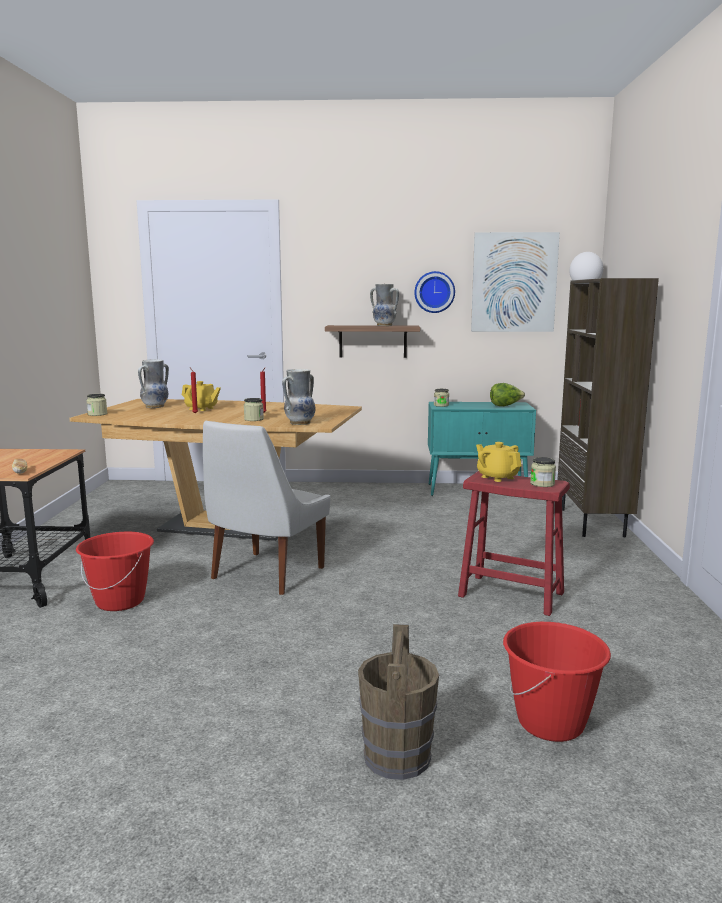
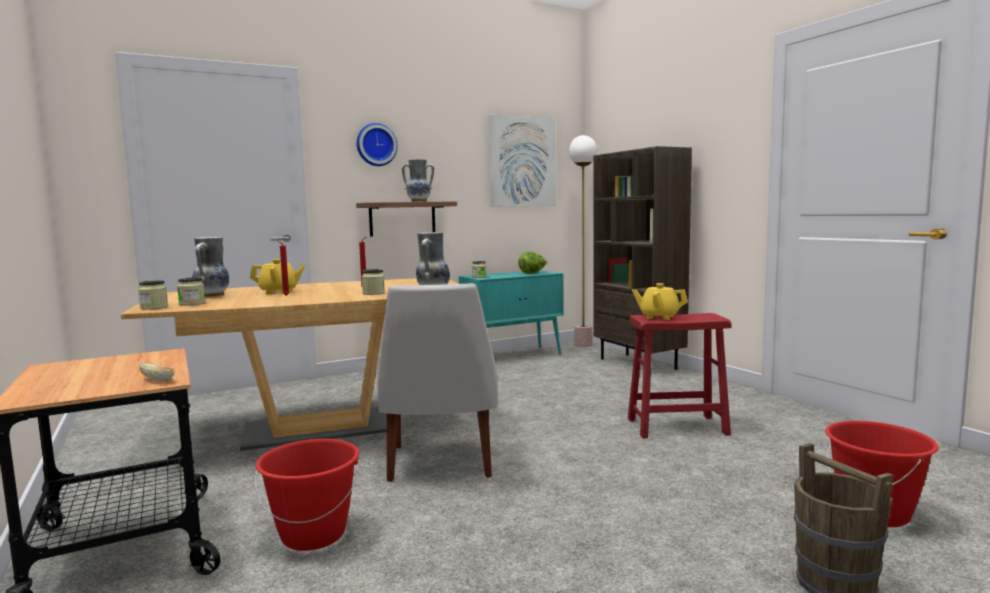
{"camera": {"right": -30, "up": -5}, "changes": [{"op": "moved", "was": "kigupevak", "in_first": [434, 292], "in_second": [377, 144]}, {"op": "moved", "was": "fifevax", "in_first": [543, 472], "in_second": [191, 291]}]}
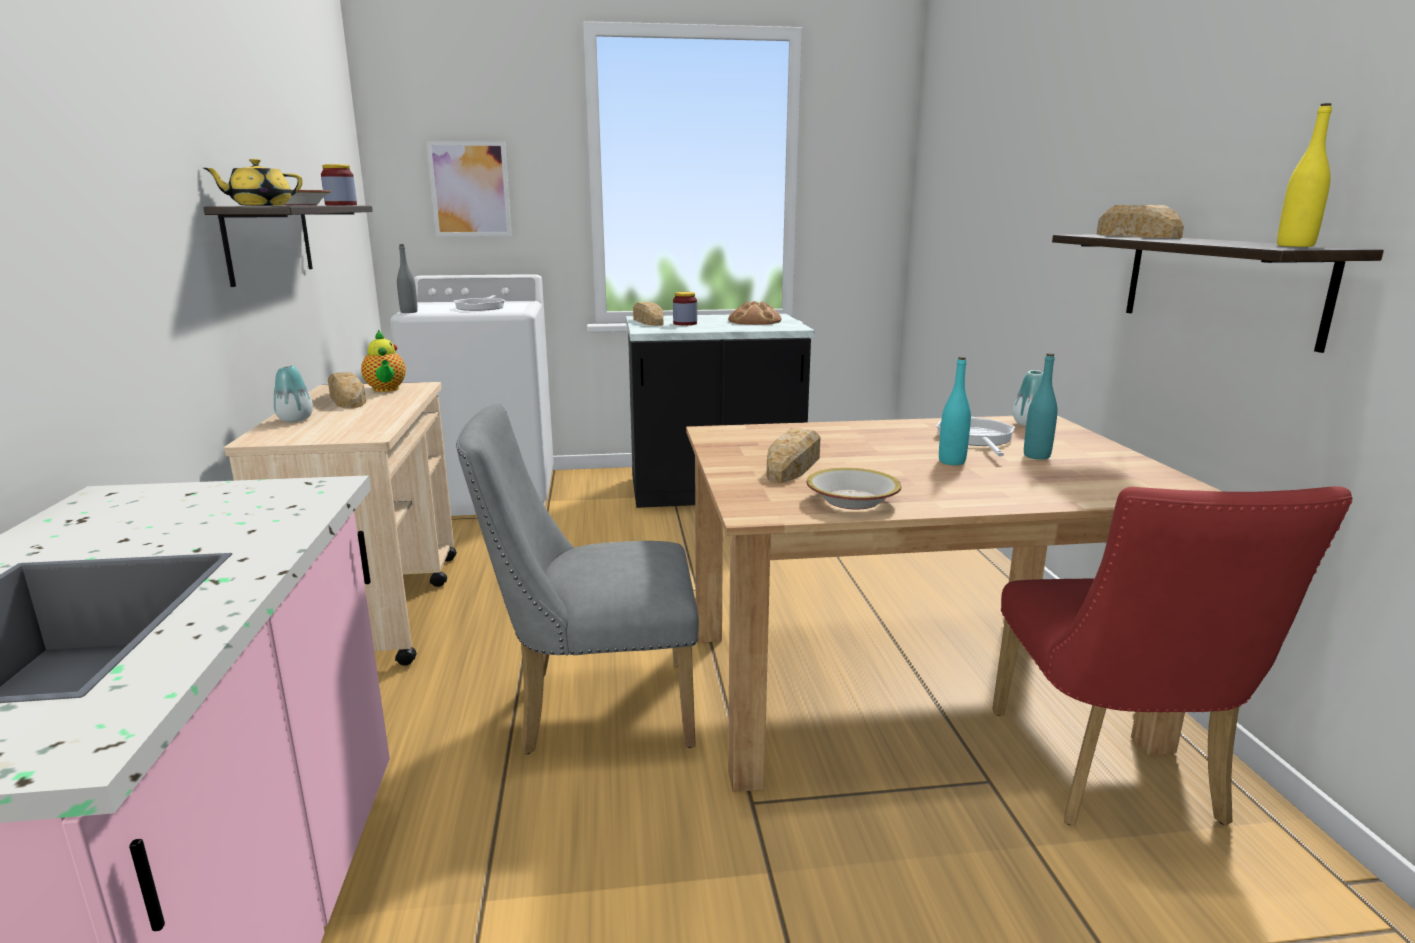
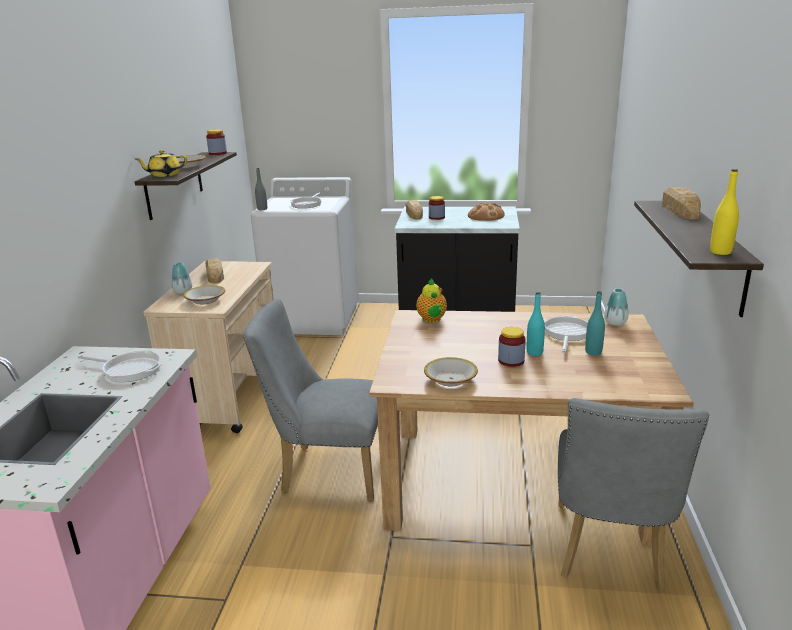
{"camera": {"right": 15, "up": 5}, "changes": [{"op": "moved", "was": "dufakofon", "in_first": [383, 361], "in_second": [431, 300]}, {"op": "removed", "was": "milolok", "in_first": [469, 188]}, {"op": "removed", "was": "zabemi", "in_first": [793, 455]}, {"op": "recoloured", "was": "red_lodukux", "now": "grey_lodukux", "in_first": [1172, 656], "in_second": [633, 495]}, {"op": "added", "now": "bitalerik", "in_second": [120, 366]}, {"op": "added", "now": "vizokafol", "in_second": [204, 294]}, {"op": "added", "now": "fifevax", "in_second": [512, 347]}]}
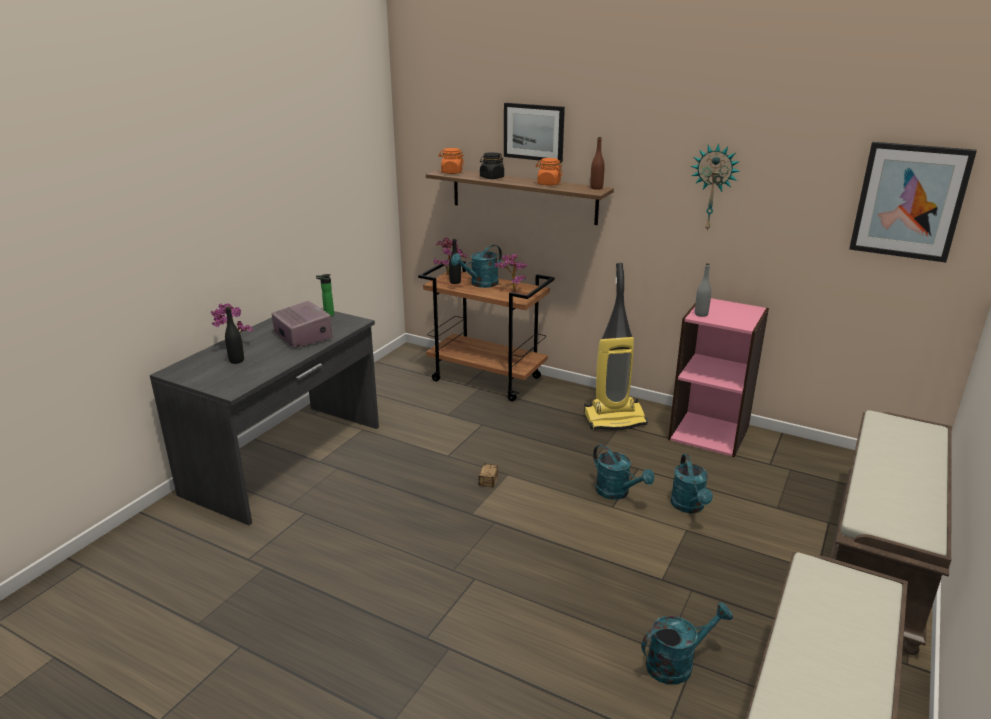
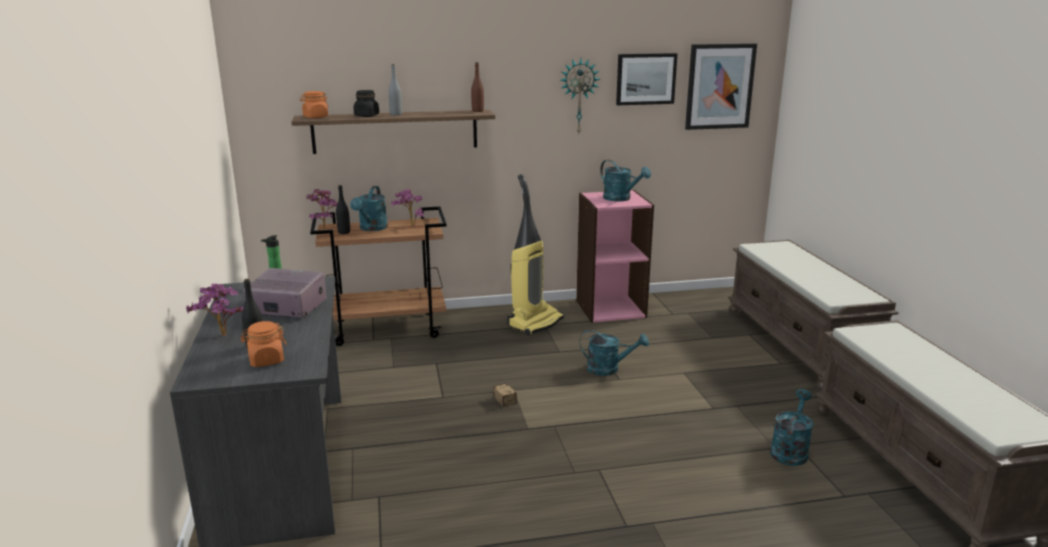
{"camera": {"right": -40, "up": -5}, "changes": [{"op": "moved", "was": "milolok", "in_first": [534, 133], "in_second": [646, 79]}, {"op": "moved", "was": "orange_fifevax", "in_first": [549, 172], "in_second": [263, 344]}, {"op": "moved", "was": "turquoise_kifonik", "in_first": [692, 483], "in_second": [625, 180]}, {"op": "moved", "was": "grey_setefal", "in_first": [703, 290], "in_second": [395, 89]}]}
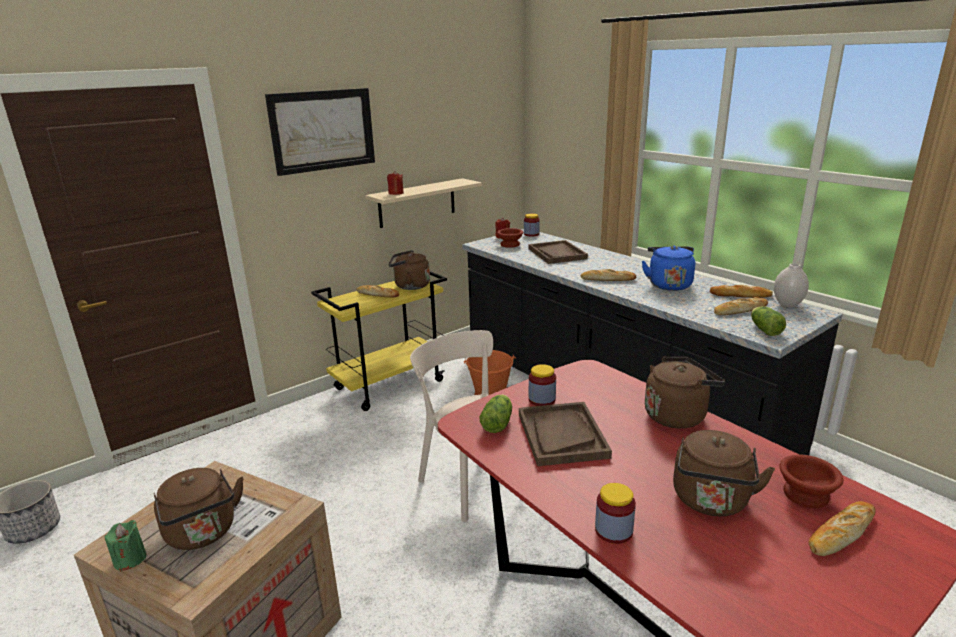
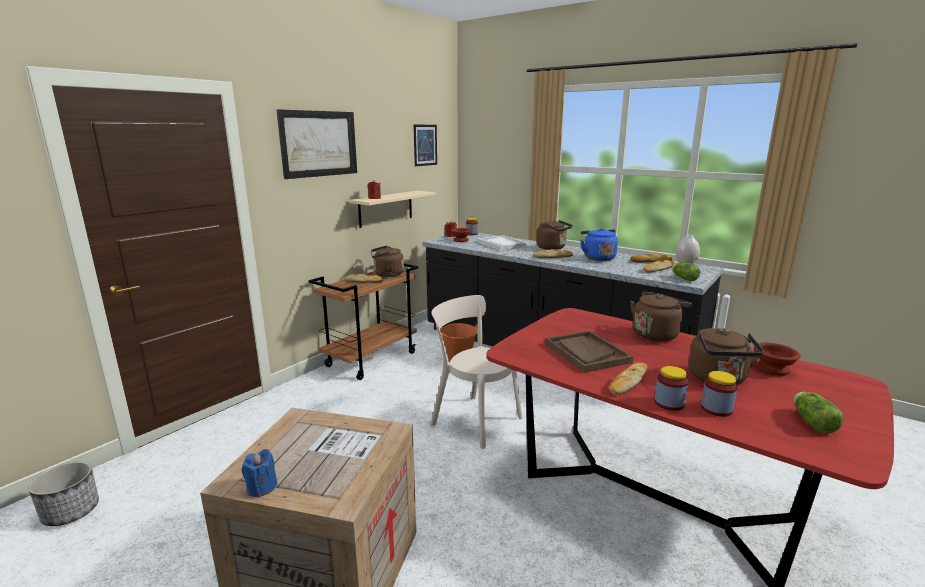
{"camera": {"right": -15, "up": -5}, "changes": [{"op": "recoloured", "was": "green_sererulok", "now": "blue_sererulok", "in_first": [126, 546], "in_second": [260, 473]}, {"op": "moved", "was": "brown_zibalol", "in_first": [198, 509], "in_second": [555, 235]}, {"op": "recoloured", "was": "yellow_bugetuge", "now": "brown_bugetuge", "in_first": [379, 341], "in_second": [363, 321]}, {"op": "moved", "was": "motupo", "in_first": [496, 414], "in_second": [819, 412]}, {"op": "recoloured", "was": "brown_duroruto", "now": "white_duroruto", "in_first": [558, 252], "in_second": [502, 242]}, {"op": "moved", "was": "fifevax", "in_first": [542, 385], "in_second": [719, 394]}, {"op": "moved", "was": "zabemi", "in_first": [841, 528], "in_second": [628, 378]}, {"op": "added", "now": "milolok", "in_second": [425, 145]}]}
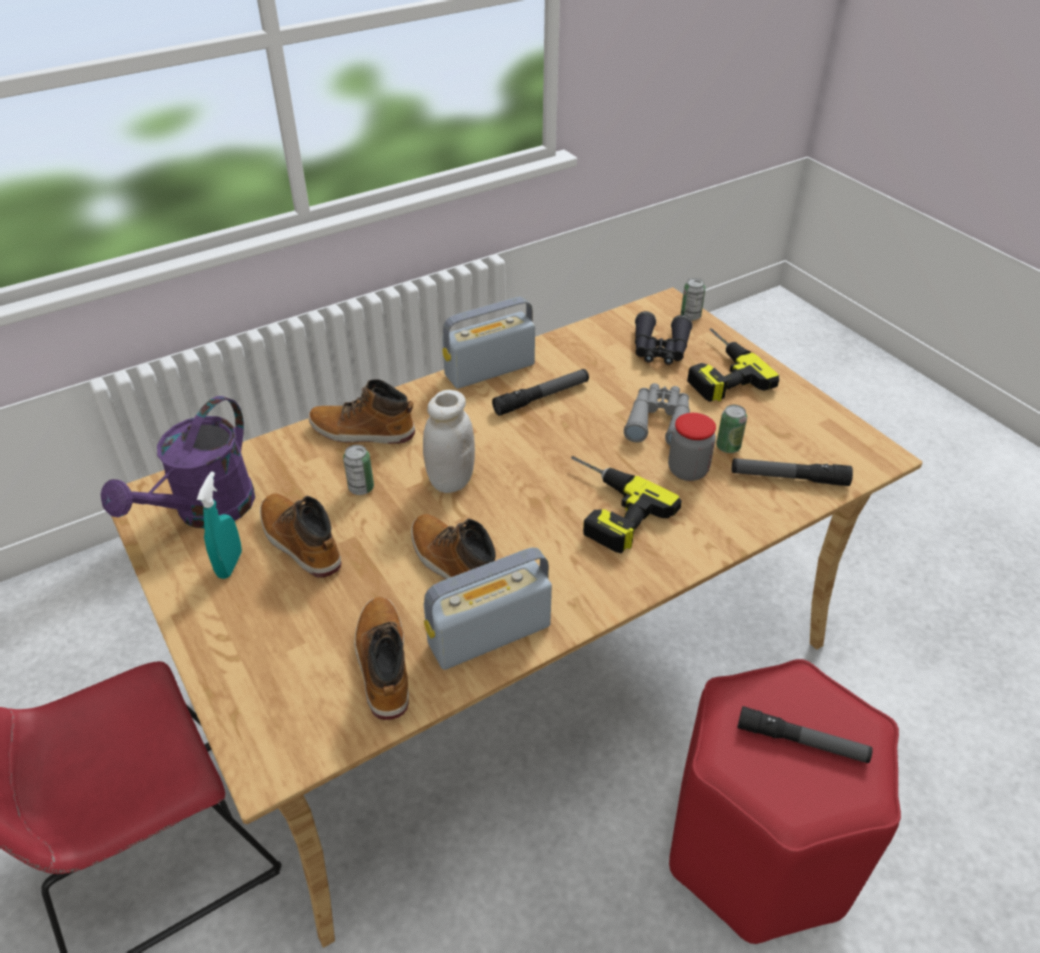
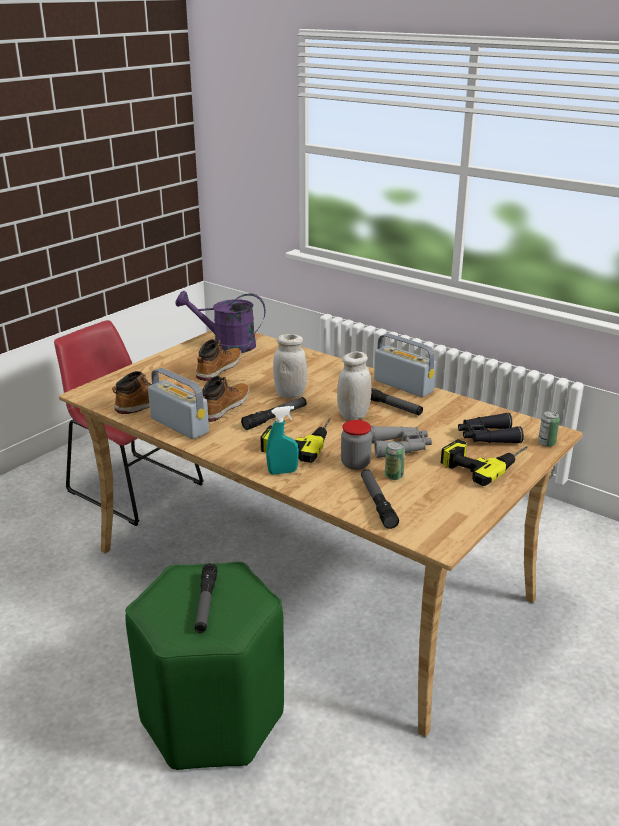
{"camera": {"right": 70, "up": -15}, "changes": [{"op": "moved", "was": "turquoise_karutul", "in_first": [219, 525], "in_second": [282, 440]}, {"op": "removed", "was": "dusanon", "in_first": [362, 411]}, {"op": "removed", "was": "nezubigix", "in_first": [358, 470]}, {"op": "recoloured", "was": "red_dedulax", "now": "green_dedulax", "in_first": [785, 801], "in_second": [204, 666]}, {"op": "added", "now": "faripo", "in_second": [274, 413]}, {"op": "added", "now": "white_fifevax", "in_second": [354, 385]}]}
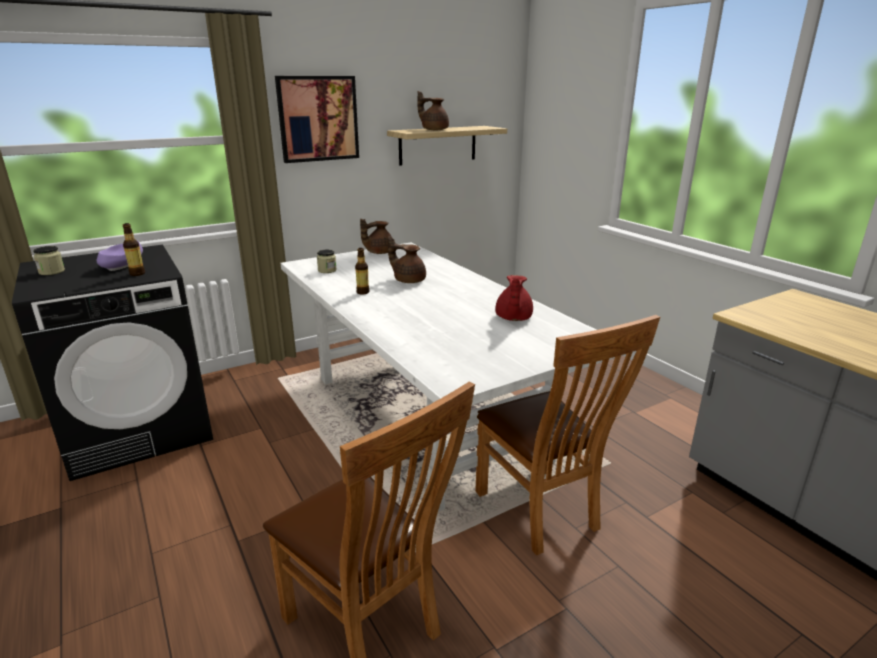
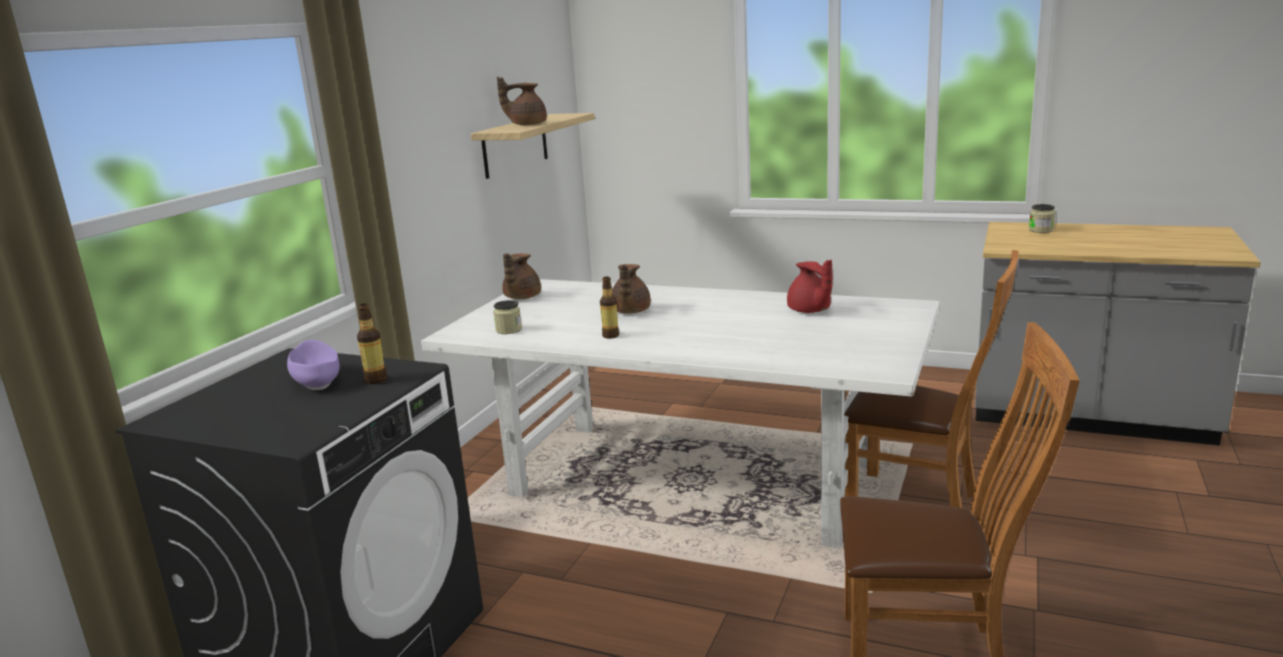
{"camera": {"right": -35, "up": -5}, "changes": [{"op": "moved", "was": "fifevax", "in_first": [49, 260], "in_second": [1042, 218]}, {"op": "removed", "was": "milolok", "in_first": [317, 119]}, {"op": "turned", "was": "brown_dufakofon", "in_first": [407, 259], "in_second": [631, 289], "clockwise": -75}]}
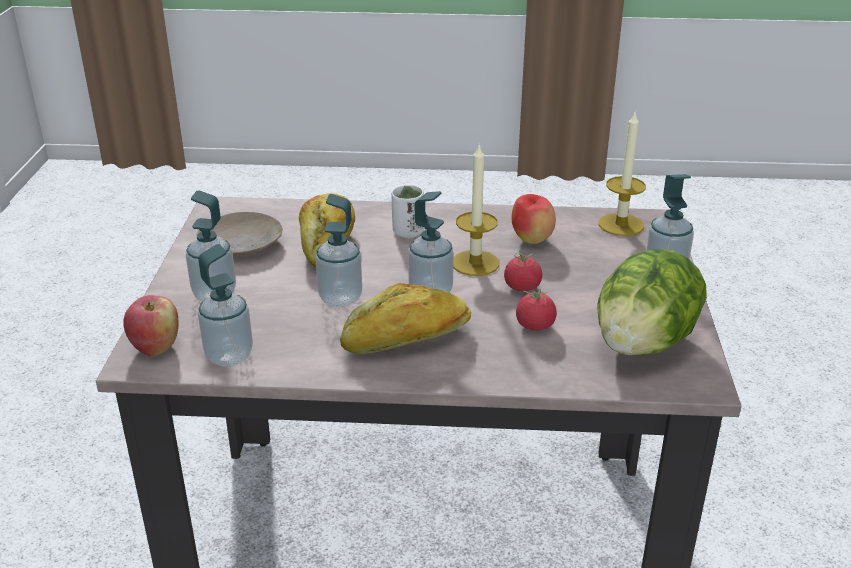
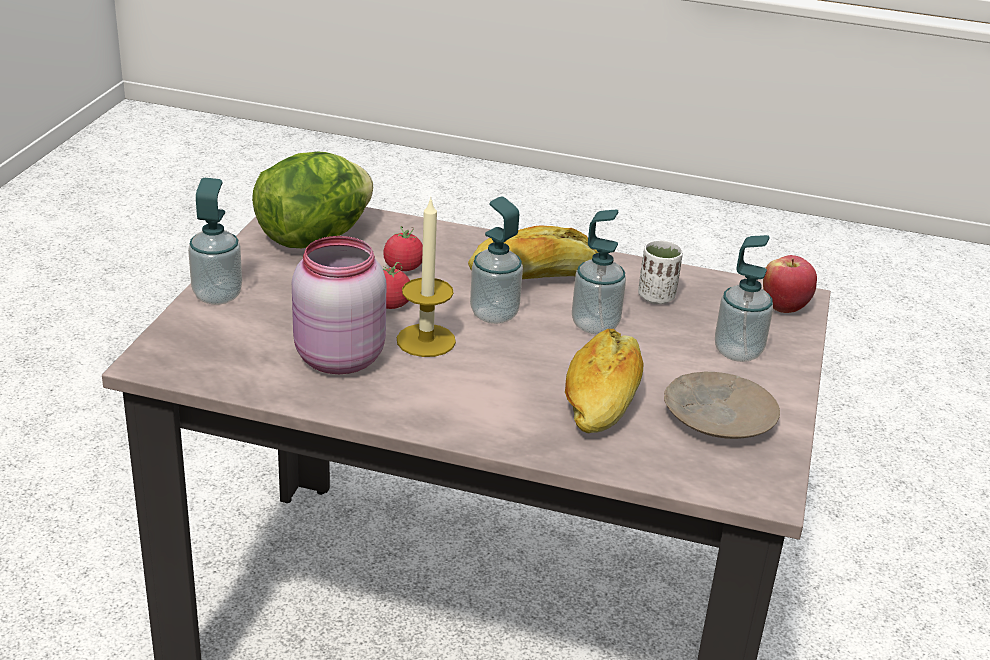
{"camera": {"right": -170, "up": 0}, "changes": [{"op": "removed", "was": "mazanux", "in_first": [225, 305]}, {"op": "moved", "was": "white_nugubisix", "in_first": [407, 211], "in_second": [660, 272]}, {"op": "replaced", "was": "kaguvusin", "now": "pink_fifevax", "in_first": [533, 219], "in_second": [339, 305]}, {"op": "removed", "was": "sererulok", "in_first": [622, 174]}]}
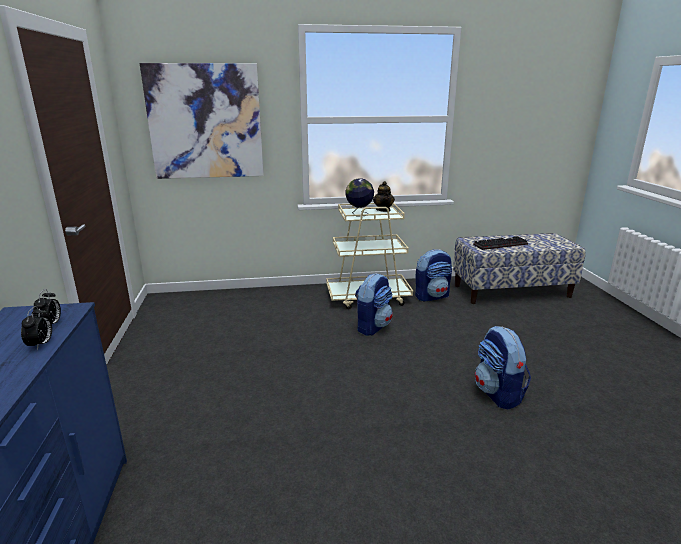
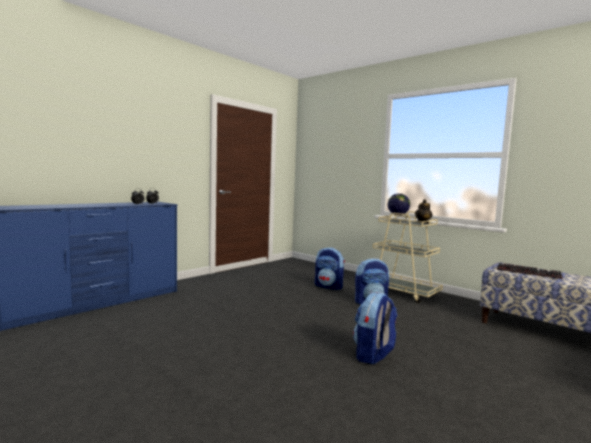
{"camera": {"right": 50, "up": -15}, "changes": [{"op": "removed", "was": "milolok", "in_first": [202, 121]}, {"op": "moved", "was": "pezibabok", "in_first": [433, 275], "in_second": [330, 268]}]}
